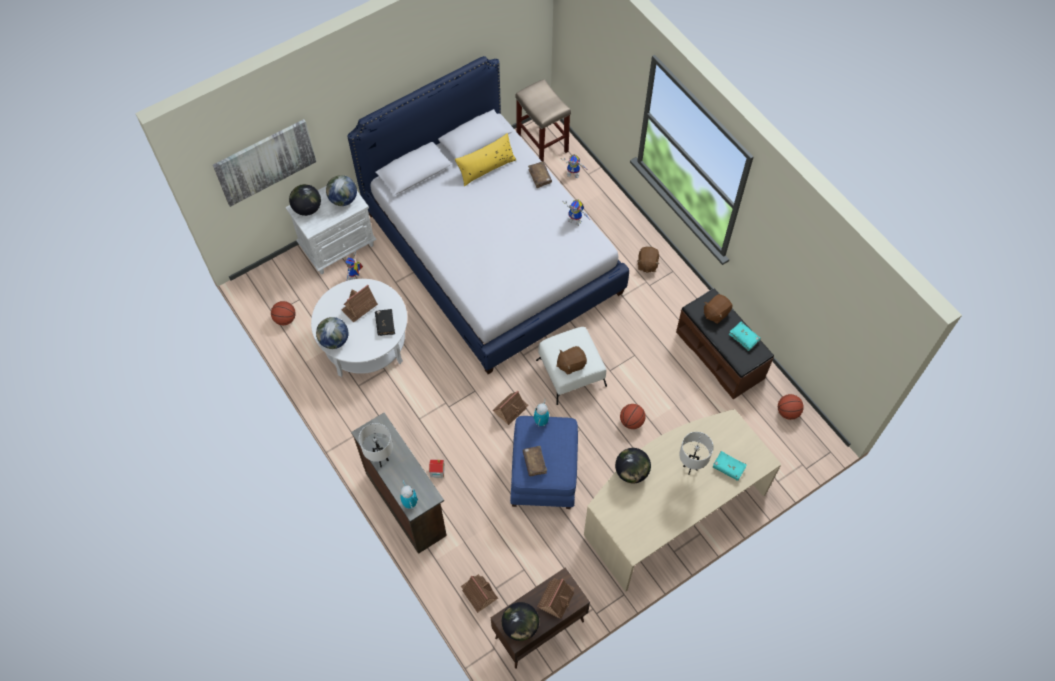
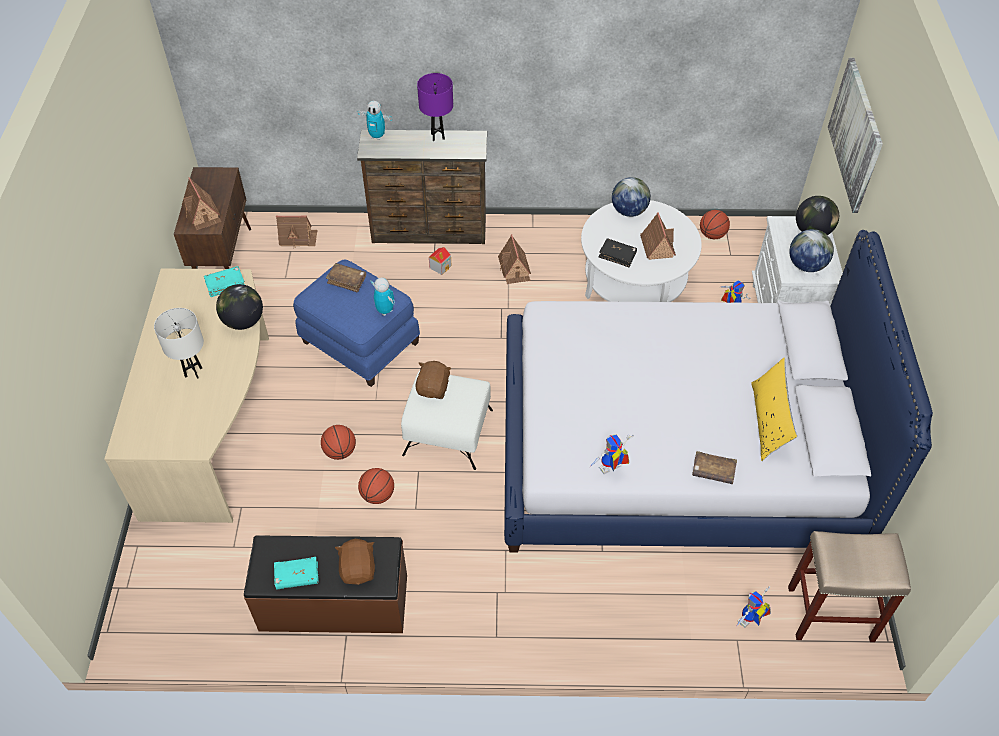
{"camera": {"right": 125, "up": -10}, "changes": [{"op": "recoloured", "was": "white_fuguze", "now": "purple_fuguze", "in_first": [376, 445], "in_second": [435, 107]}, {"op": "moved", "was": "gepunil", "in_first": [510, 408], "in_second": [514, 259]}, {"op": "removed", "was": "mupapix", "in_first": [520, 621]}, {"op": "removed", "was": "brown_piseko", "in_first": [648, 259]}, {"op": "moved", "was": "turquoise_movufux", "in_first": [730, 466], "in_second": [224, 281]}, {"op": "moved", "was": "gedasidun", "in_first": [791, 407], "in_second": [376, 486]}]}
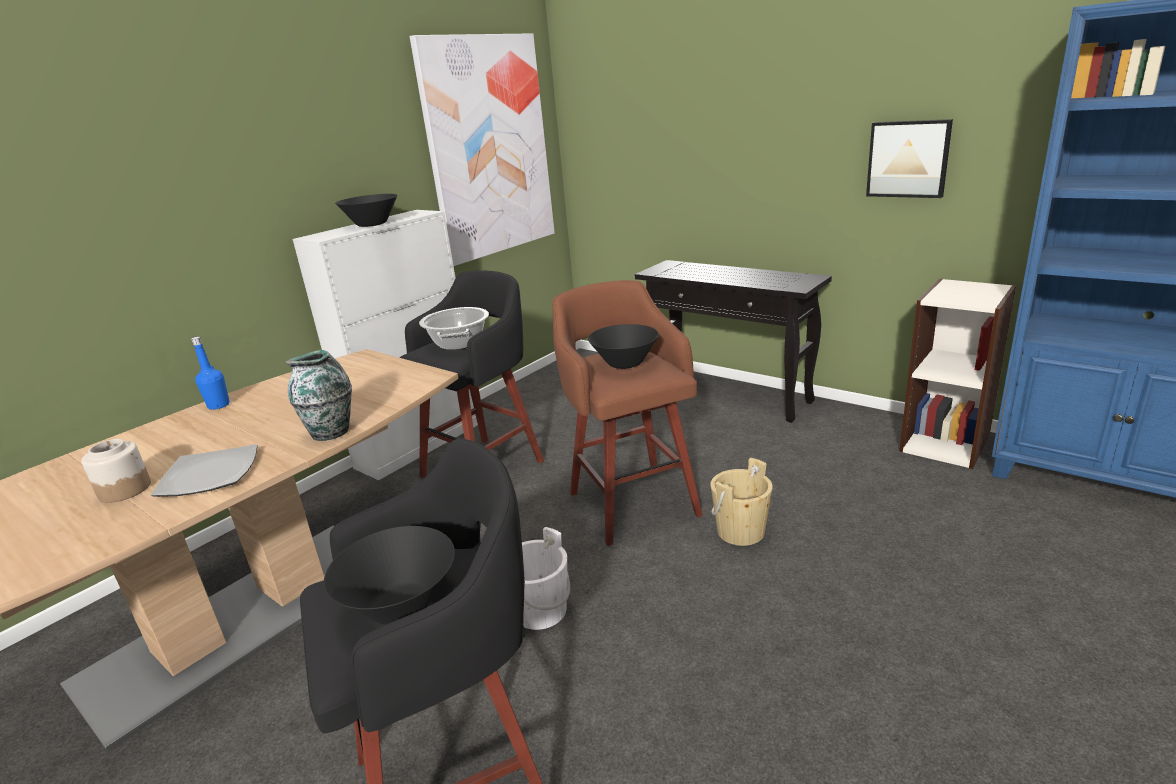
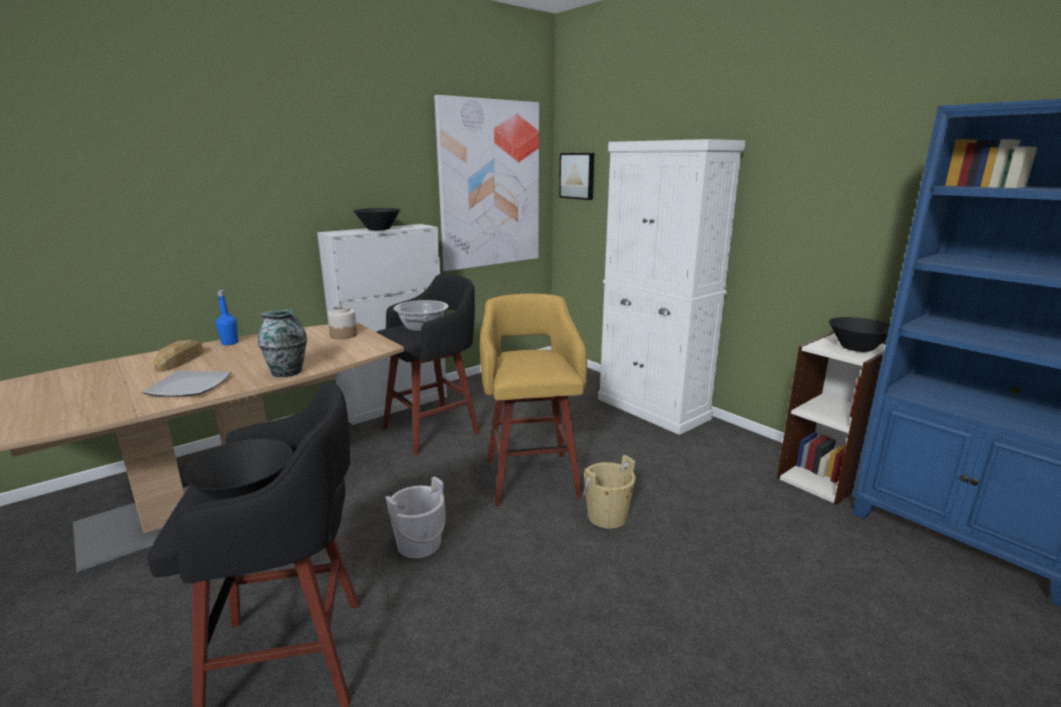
{"camera": {"right": 10, "up": -5}, "changes": [{"op": "moved", "was": "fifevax", "in_first": [116, 471], "in_second": [342, 322]}, {"op": "recoloured", "was": "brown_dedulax", "now": "yellow_dedulax", "in_first": [627, 413], "in_second": [533, 400]}, {"op": "moved", "was": "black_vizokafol", "in_first": [623, 346], "in_second": [859, 334]}, {"op": "replaced", "was": "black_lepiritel", "now": "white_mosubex", "in_first": [733, 341], "in_second": [671, 287]}, {"op": "moved", "was": "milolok", "in_first": [909, 158], "in_second": [576, 176]}, {"op": "added", "now": "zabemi", "in_second": [178, 356]}]}
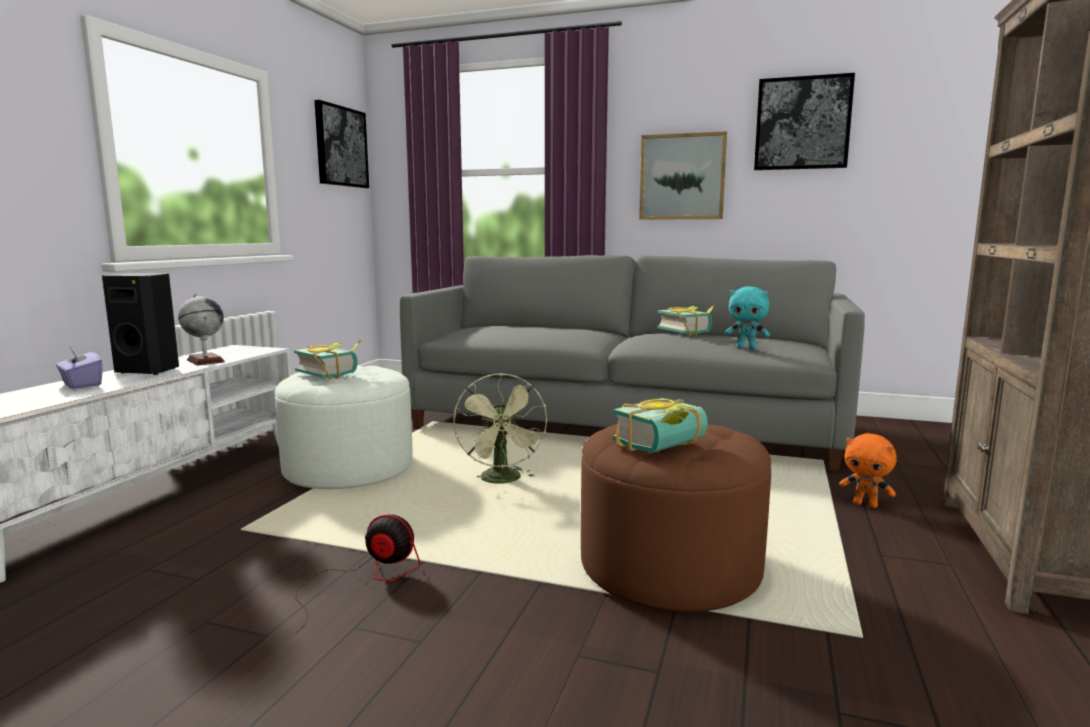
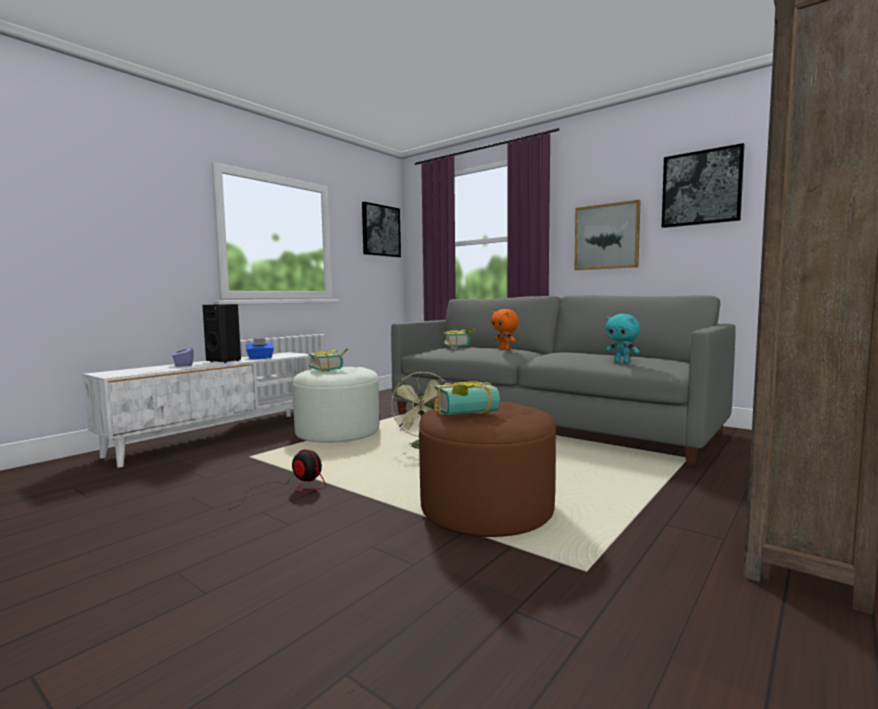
{"camera": {"right": 20, "up": -5}, "changes": [{"op": "replaced", "was": "mupapix", "now": "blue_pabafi", "in_first": [201, 330], "in_second": [260, 348]}, {"op": "moved", "was": "movufux", "in_first": [686, 320], "in_second": [459, 338]}, {"op": "moved", "was": "orange_piseko", "in_first": [868, 470], "in_second": [505, 329]}]}
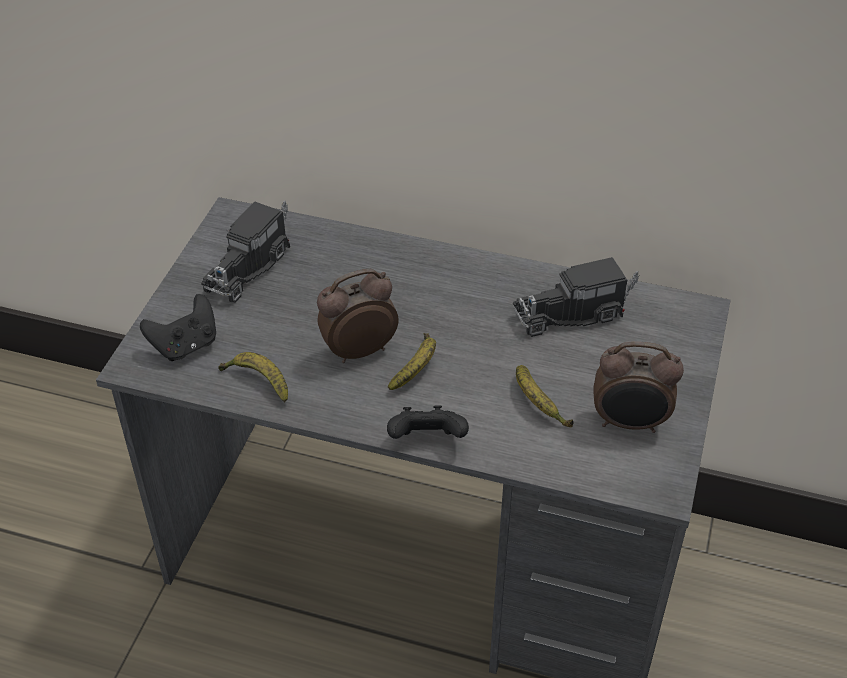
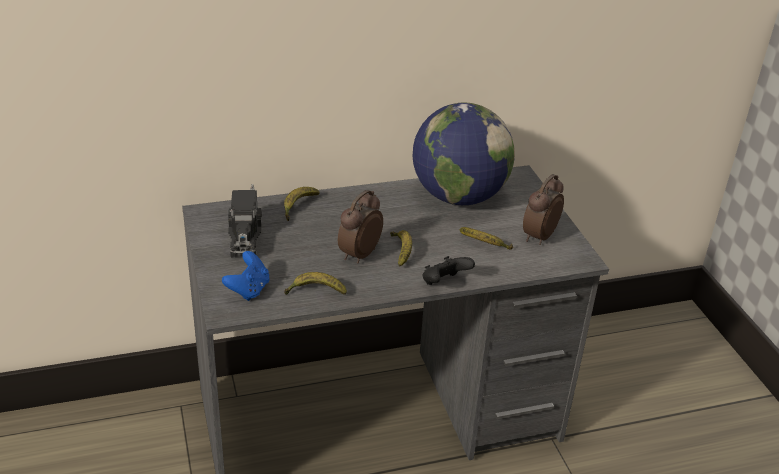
{"camera": {"right": -35, "up": -10}, "changes": [{"op": "recoloured", "was": "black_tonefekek", "now": "blue_tonefekek", "in_first": [178, 327], "in_second": [246, 276]}, {"op": "replaced", "was": "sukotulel", "now": "mupapix", "in_first": [576, 297], "in_second": [464, 154]}, {"op": "turned", "was": "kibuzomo", "in_first": [638, 387], "in_second": [543, 209], "clockwise": 150}, {"op": "added", "now": "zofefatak", "in_second": [302, 204]}]}
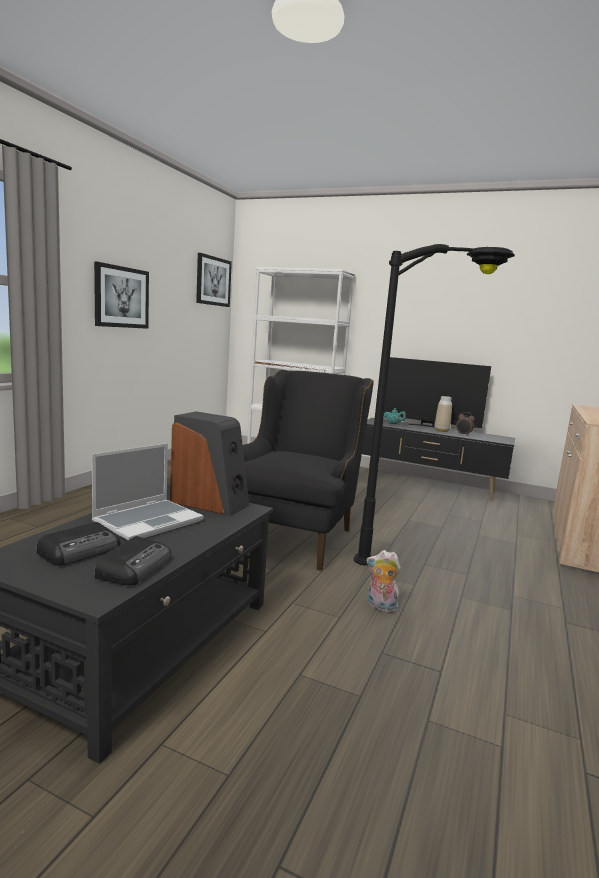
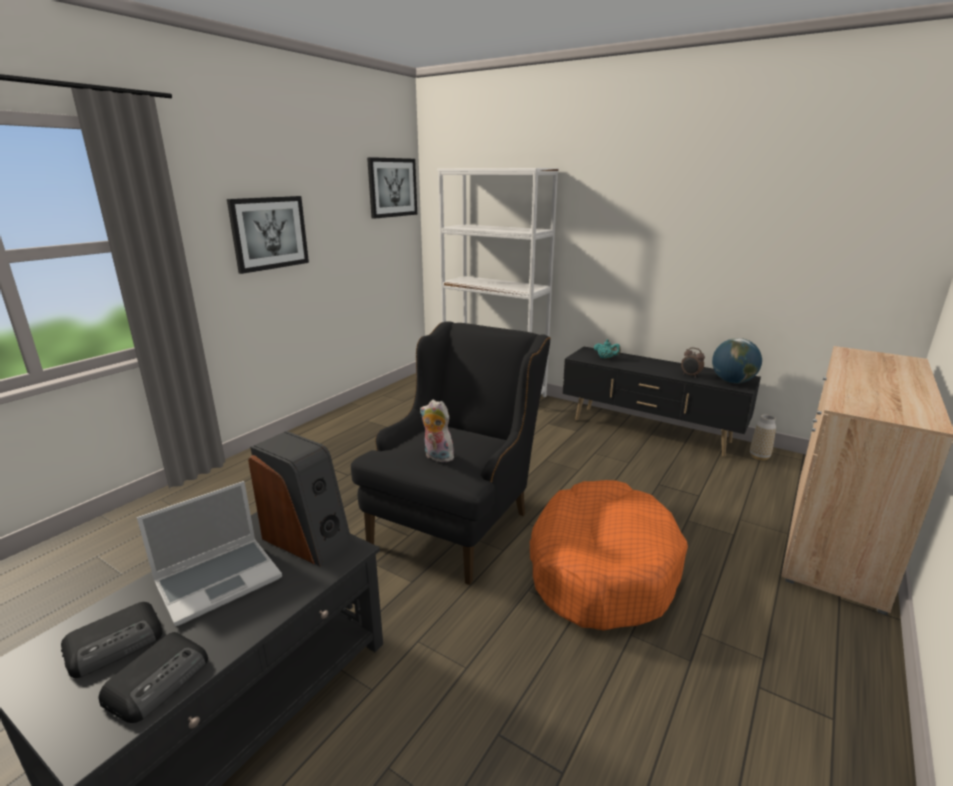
{"camera": {"right": 10, "up": 10}, "changes": [{"op": "replaced", "was": "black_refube", "now": "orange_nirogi", "in_first": [434, 405], "in_second": [609, 555]}, {"op": "moved", "was": "piseko", "in_first": [384, 581], "in_second": [437, 431]}, {"op": "removed", "was": "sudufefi", "in_first": [437, 392]}, {"op": "moved", "was": "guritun", "in_first": [443, 414], "in_second": [763, 437]}, {"op": "added", "now": "mupapix", "in_second": [737, 360]}]}
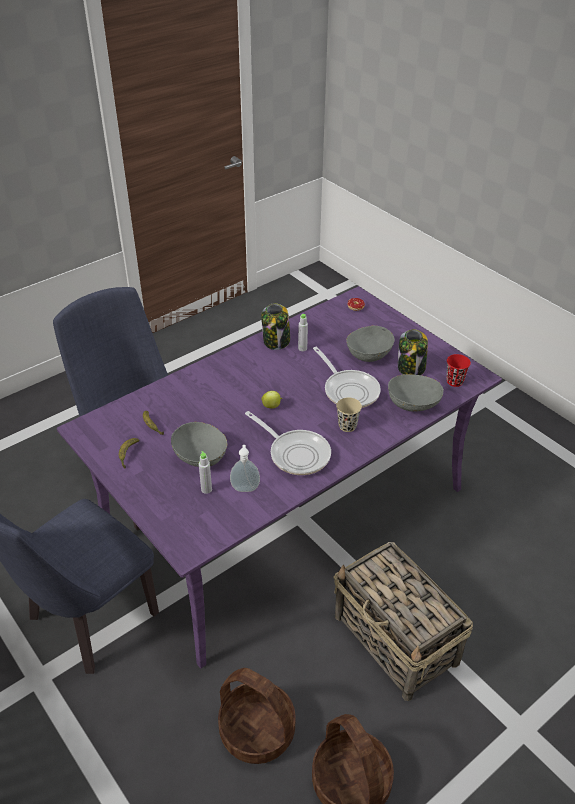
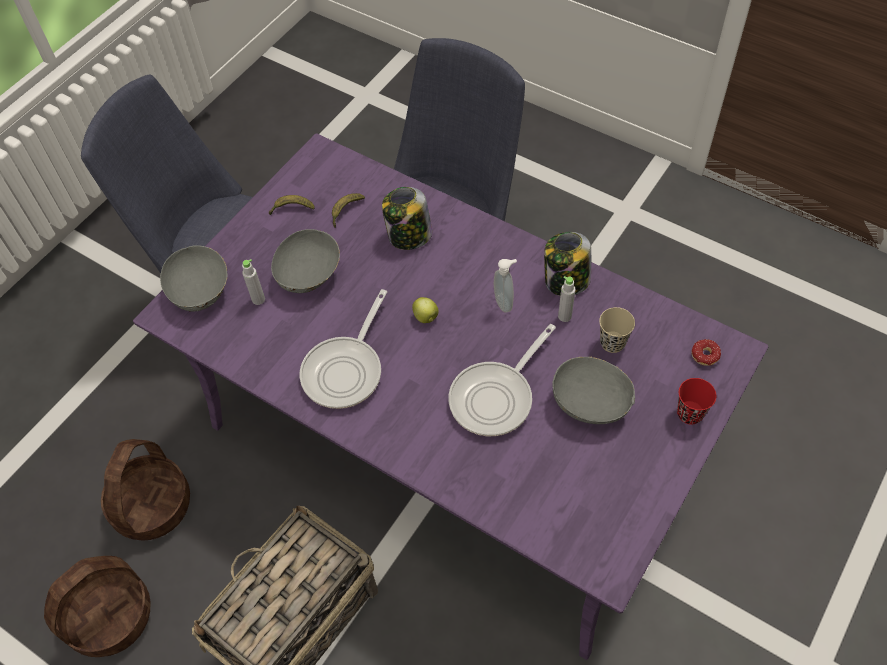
{"camera": {"right": 75, "up": 15}, "changes": [{"op": "moved", "was": "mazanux", "in_first": [245, 468], "in_second": [505, 286]}, {"op": "moved", "was": "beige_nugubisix", "in_first": [349, 415], "in_second": [617, 330]}, {"op": "moved", "was": "grey_vizokafol", "in_first": [416, 393], "in_second": [194, 278]}, {"op": "moved", "was": "fifevax", "in_first": [413, 352], "in_second": [407, 218]}, {"op": "moved", "was": "red_nugubisix", "in_first": [459, 370], "in_second": [696, 401]}]}
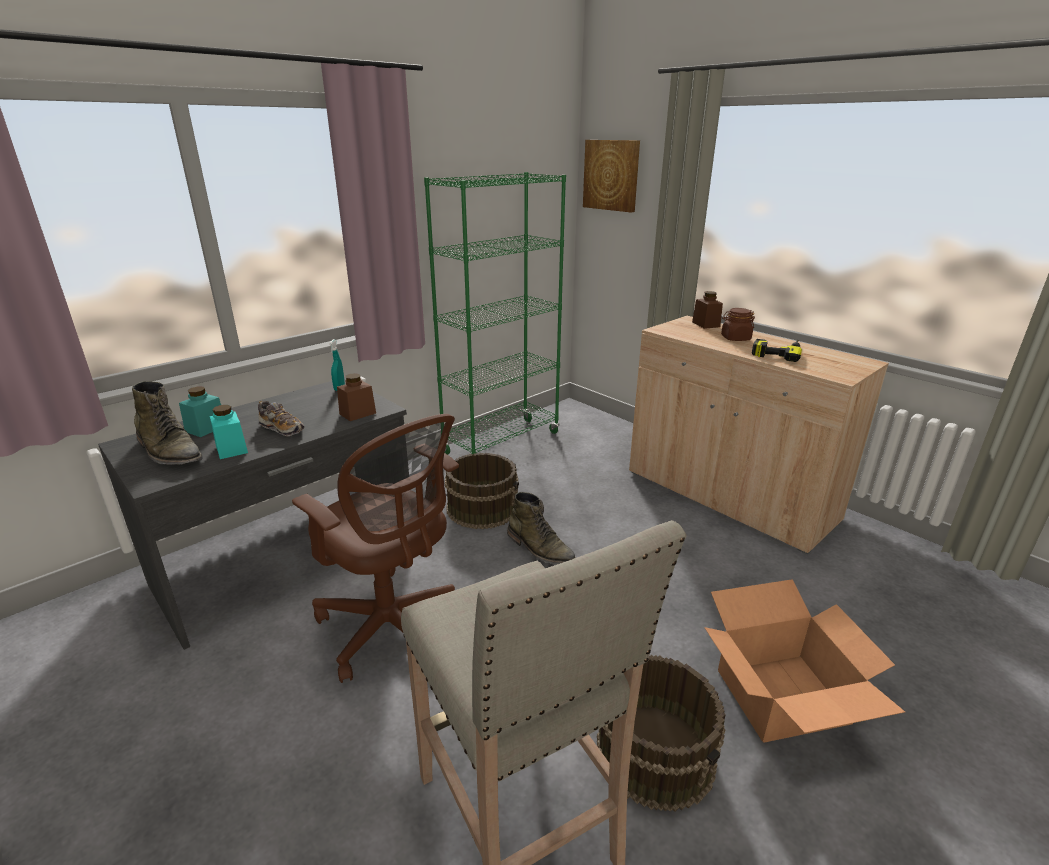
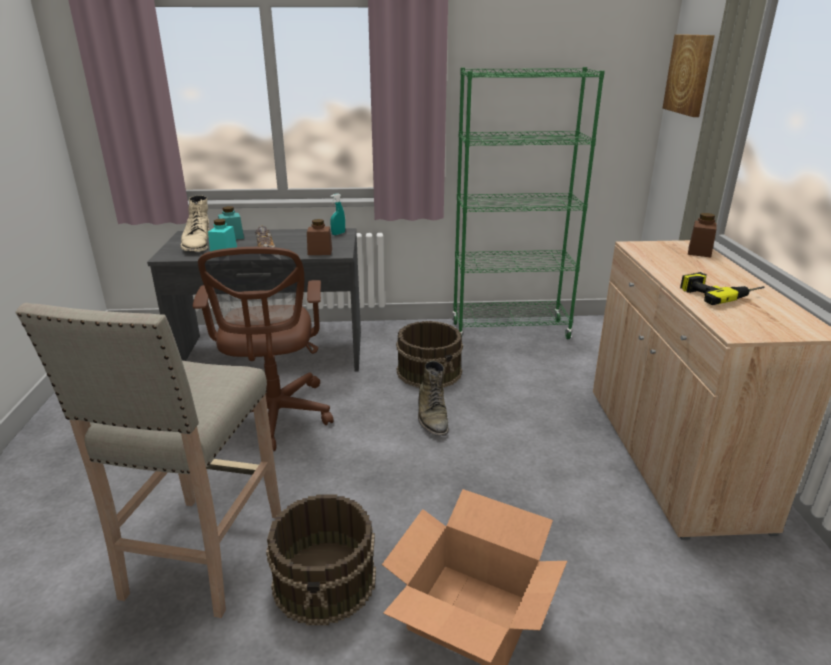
{"camera": {"right": 40, "up": 0}, "changes": [{"op": "recoloured", "was": "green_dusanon", "now": "beige_dusanon", "in_first": [167, 423], "in_second": [194, 223]}, {"op": "removed", "was": "brown_fifevax", "in_first": [738, 324]}]}
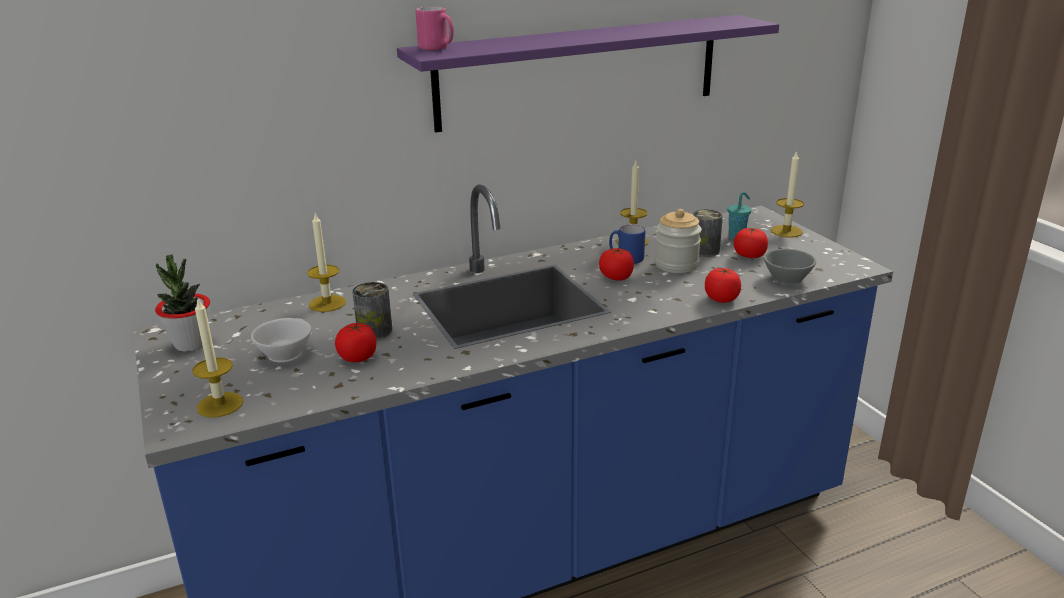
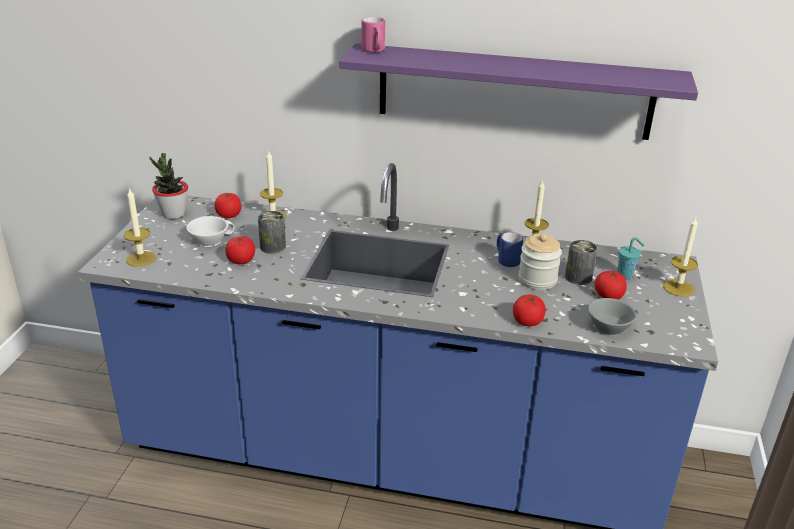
{"camera": {"right": 35, "up": 5}, "changes": [{"op": "moved", "was": "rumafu", "in_first": [616, 264], "in_second": [228, 205]}]}
